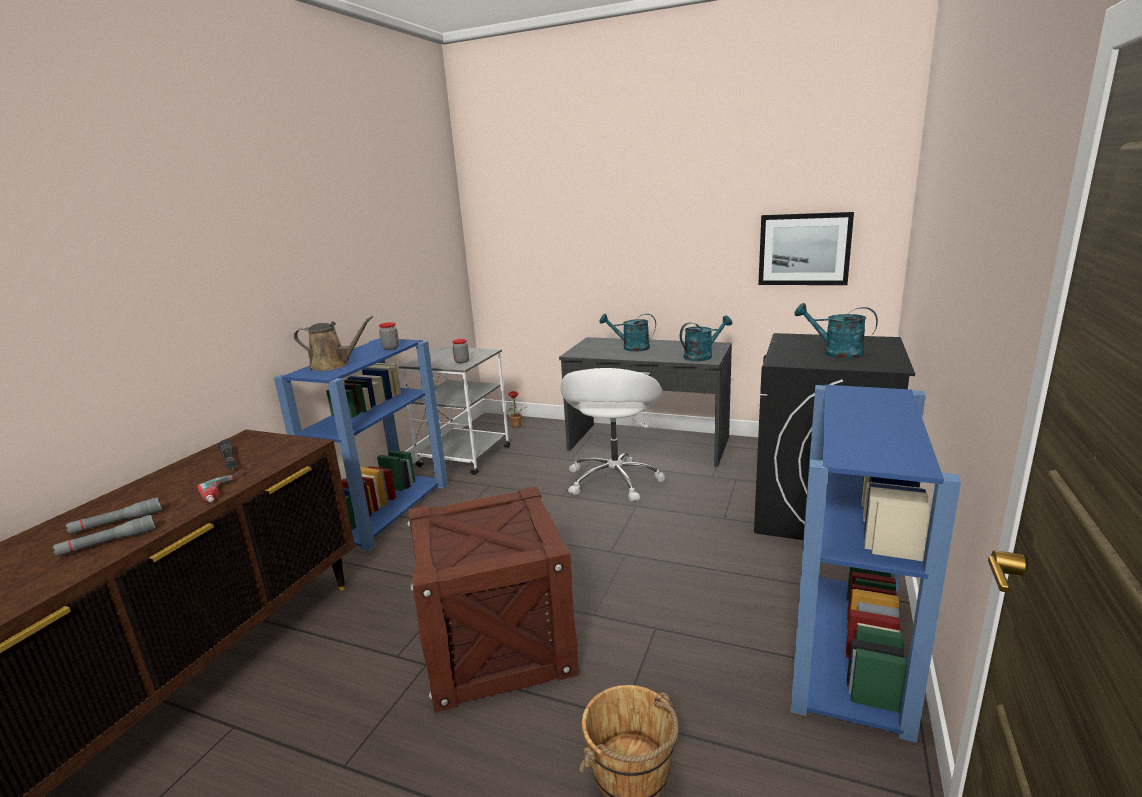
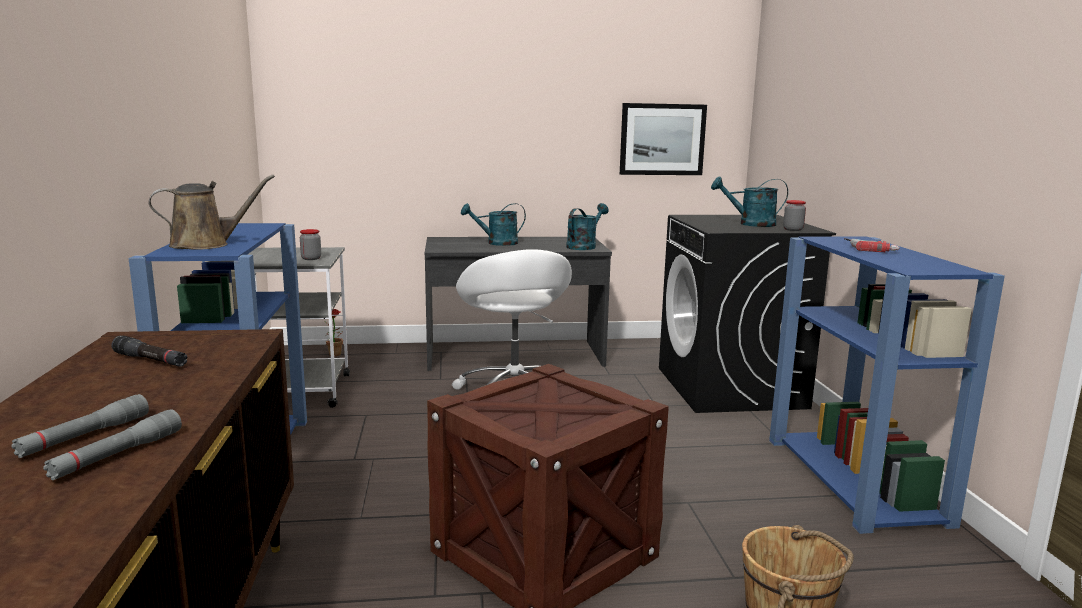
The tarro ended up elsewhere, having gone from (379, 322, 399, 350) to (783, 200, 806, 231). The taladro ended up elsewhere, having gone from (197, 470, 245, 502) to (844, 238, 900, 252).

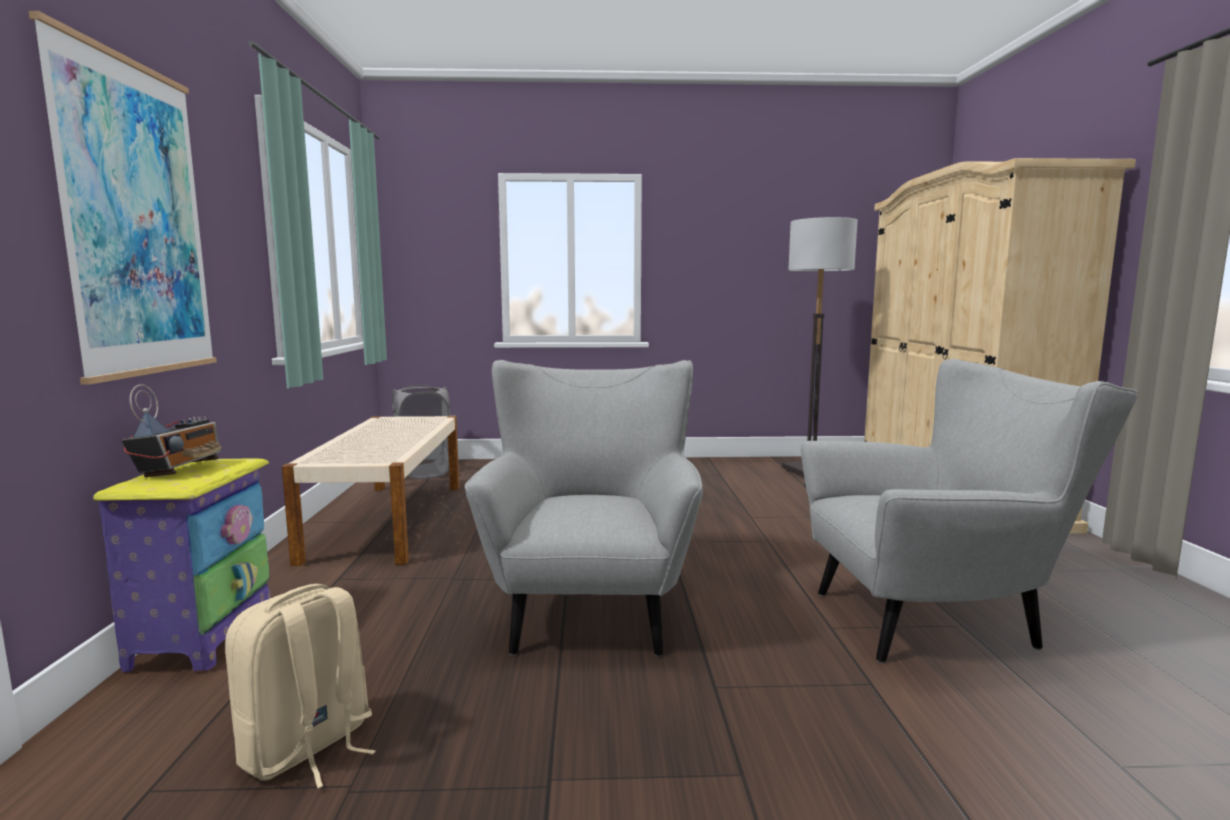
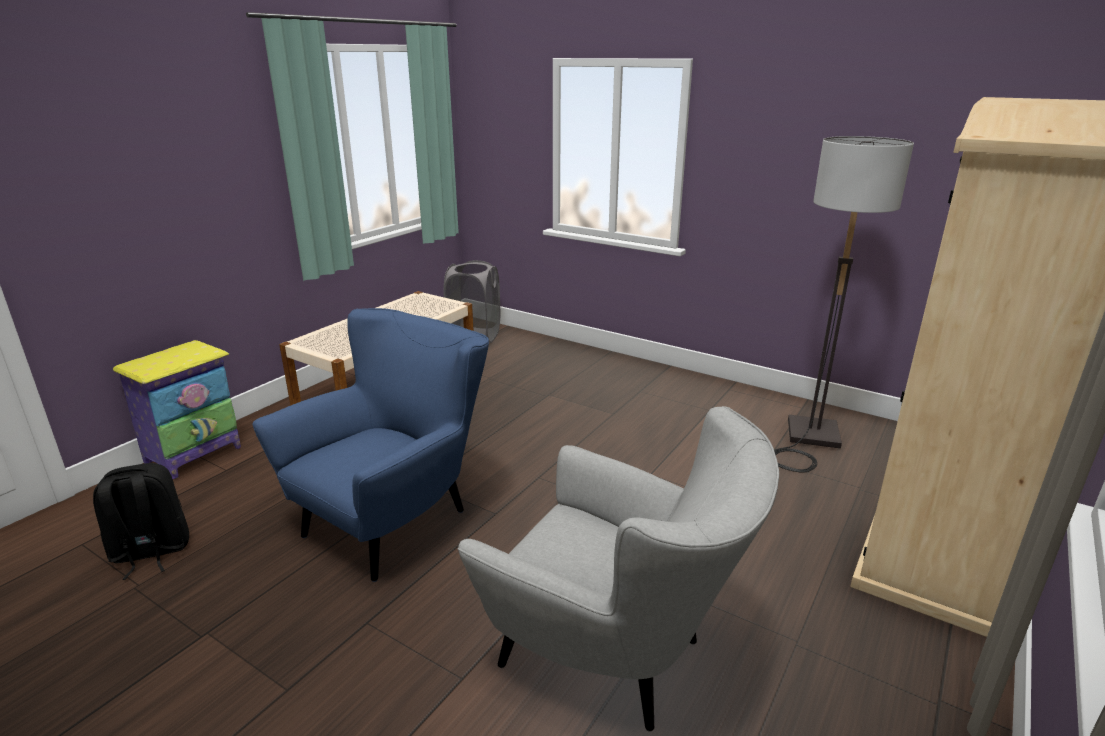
What was the mochila/beis at (225, 584, 376, 789) turned into the mochila/negro at (93, 463, 189, 580). What was the sillón/gris at (465, 360, 703, 657) turned into the sillón/azul at (253, 308, 489, 582). The second view lost the cuadro at (29, 11, 217, 385). The second view lost the radio at (121, 384, 222, 477).

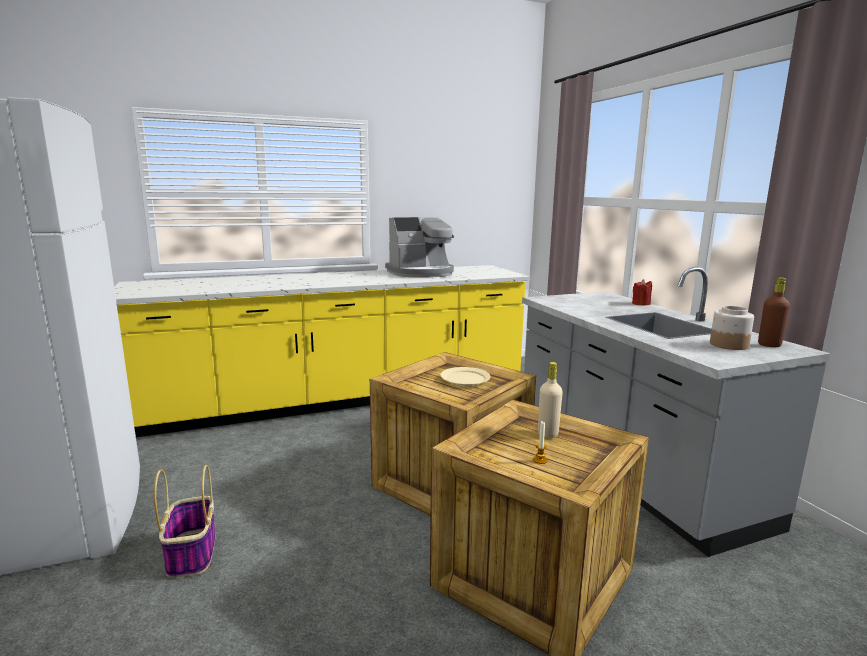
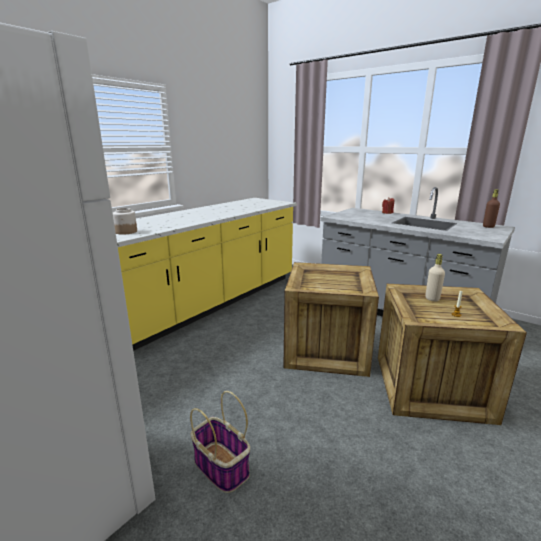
The tarro ended up elsewhere, having gone from (710, 306, 754, 350) to (113, 208, 137, 235). The second view lost the cafetera at (385, 217, 454, 278). The second view lost the plato/beis at (440, 367, 491, 386).

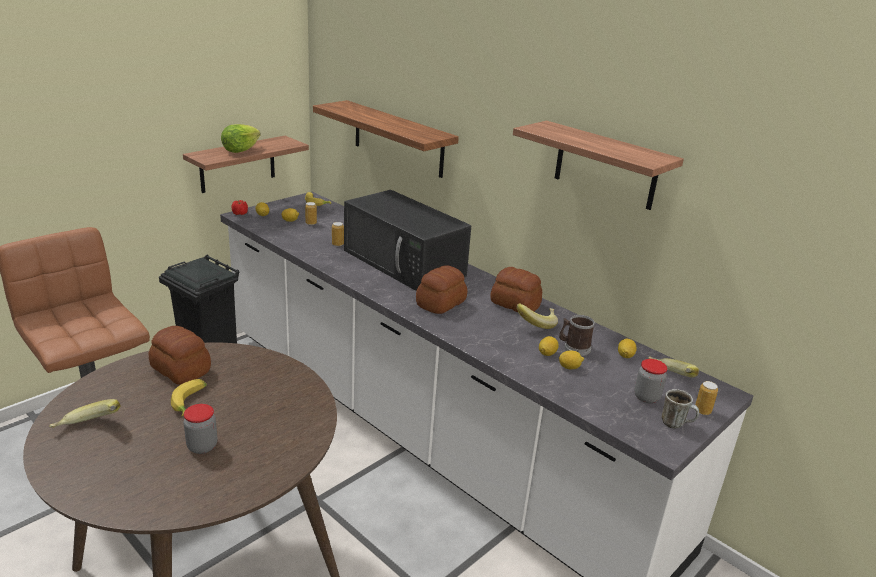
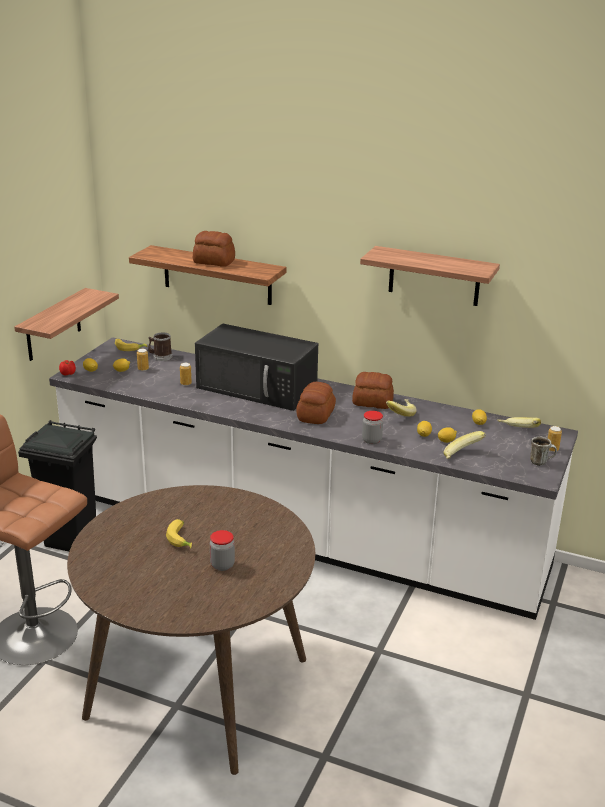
The taza grande ended up elsewhere, having gone from (559, 315, 595, 356) to (148, 332, 173, 361). The pan ended up elsewhere, having gone from (149, 326, 211, 385) to (193, 231, 235, 267). The tarro ended up elsewhere, having gone from (634, 359, 668, 403) to (362, 411, 383, 444). The plátano ended up elsewhere, having gone from (50, 399, 120, 428) to (444, 431, 486, 459). The second view lost the lechuga at (221, 124, 261, 153).

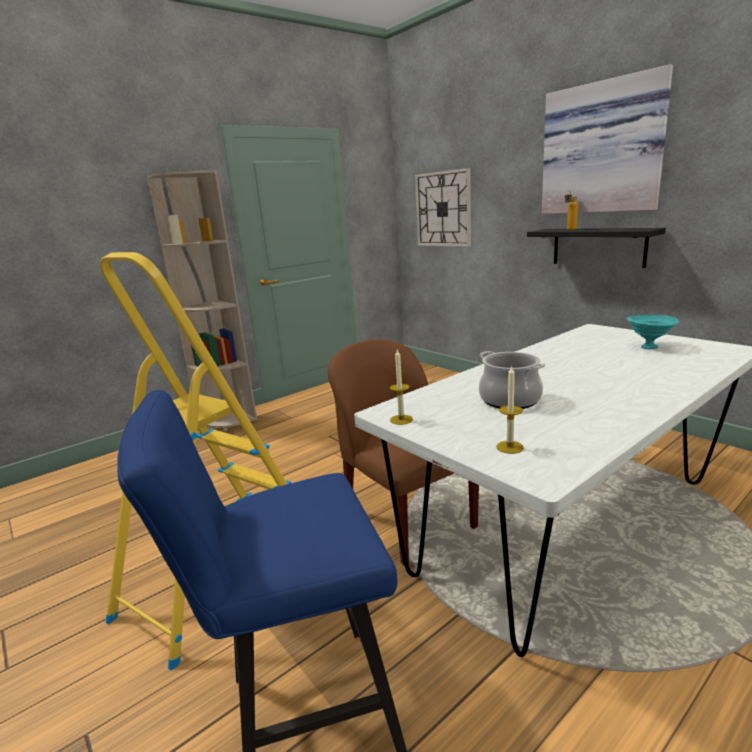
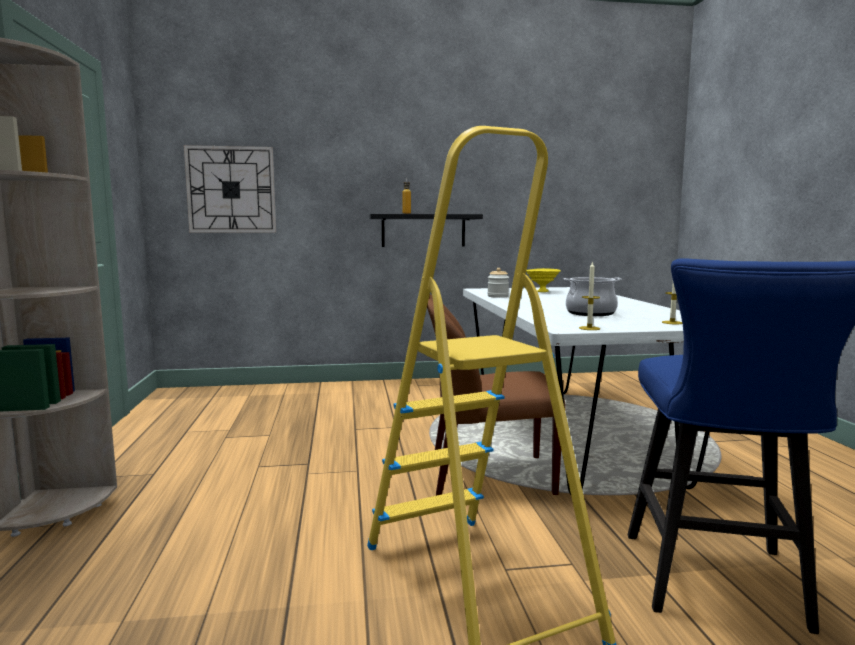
The second view gained the tarro at (488, 268, 509, 298). What was the cuenco/turquesa at (626, 315, 679, 349) turned into the cuenco/amarillo at (526, 268, 561, 292). The second view lost the cuadro at (542, 64, 673, 214).

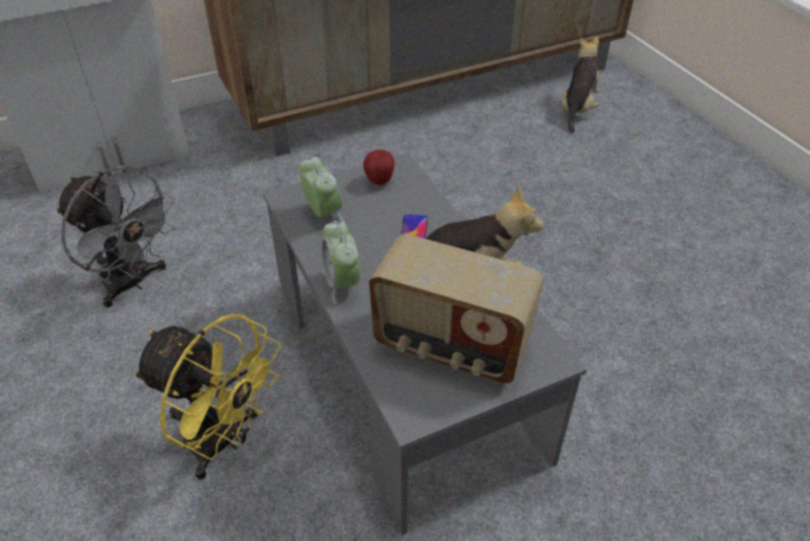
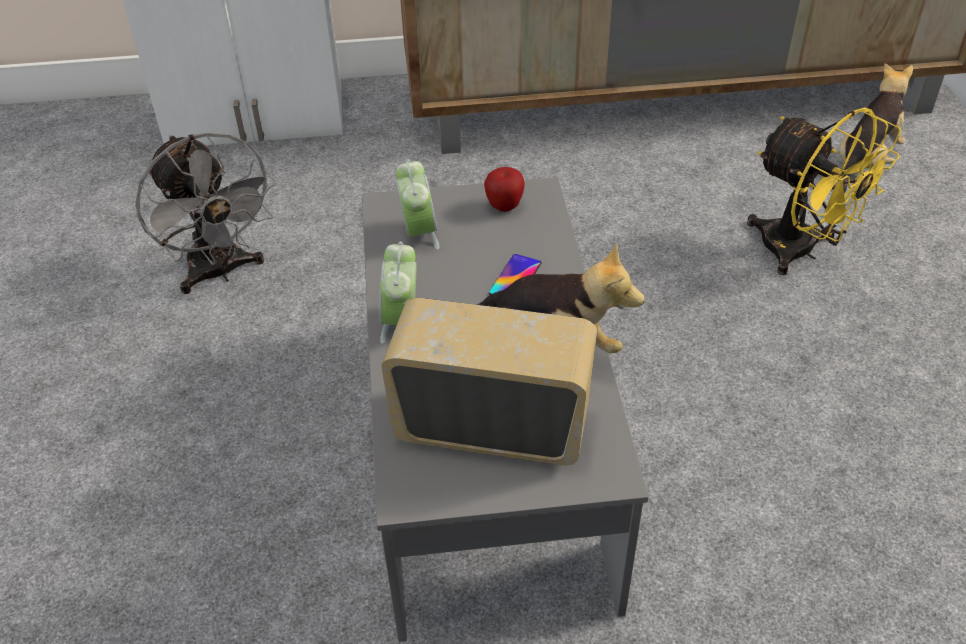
The radio at (369, 234, 544, 383) ended up facing another way, 150 degrees clockwise from before. The ventilador/amarillo ended up elsewhere, having gone from (134, 314, 281, 480) to (747, 107, 902, 275).

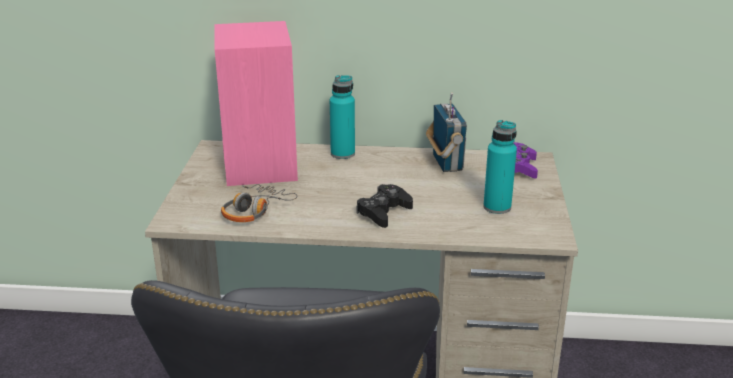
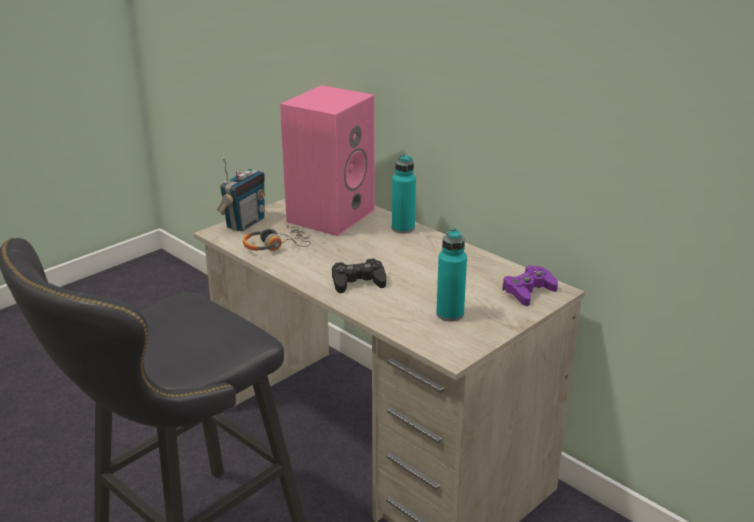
The radio ended up elsewhere, having gone from (426, 92, 467, 172) to (217, 157, 265, 232).

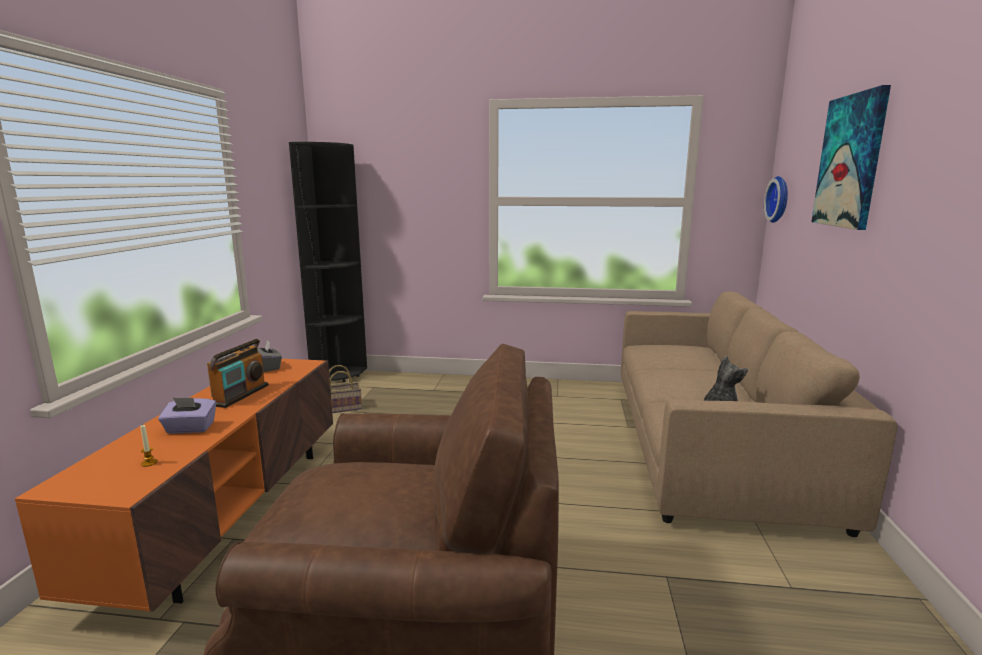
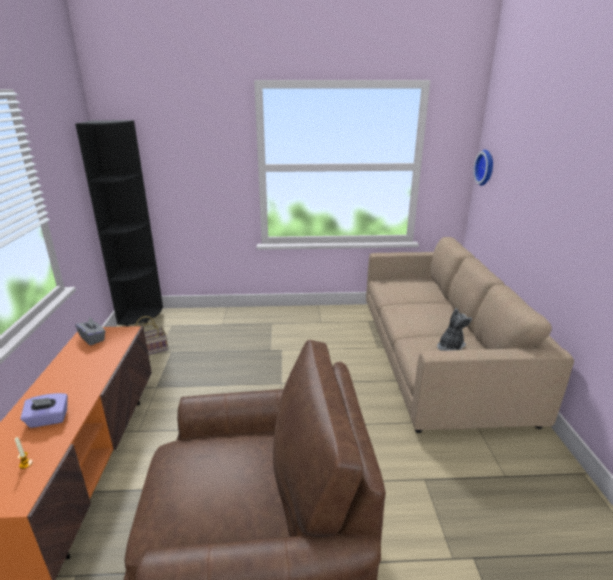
The second view lost the radio at (207, 339, 268, 408). The second view lost the cuadro at (811, 85, 891, 230).

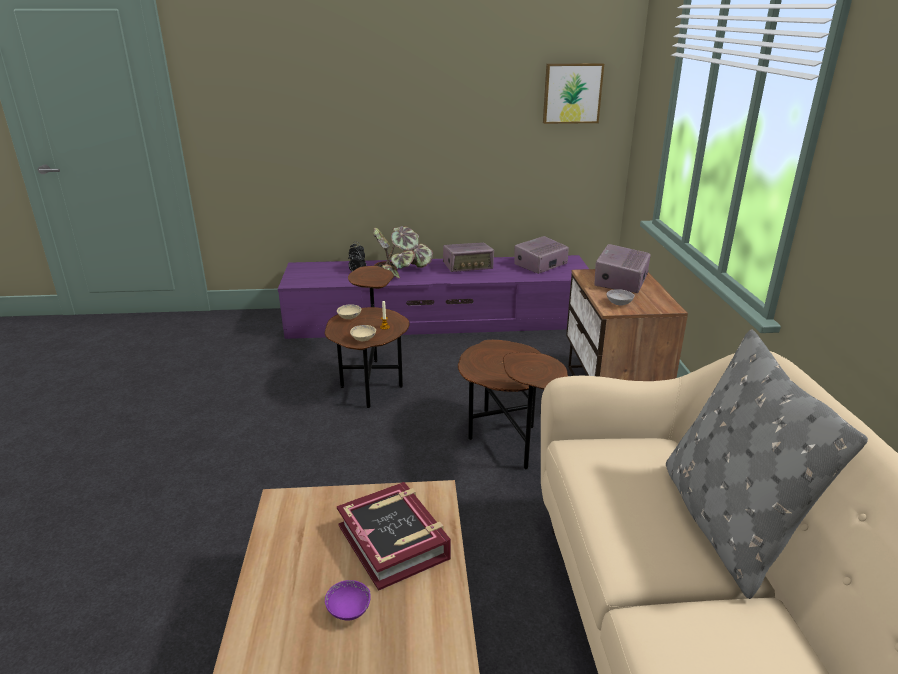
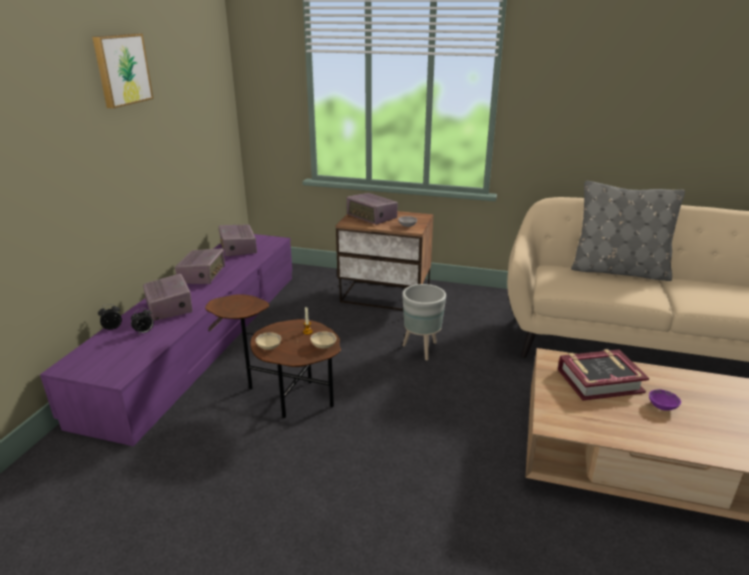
The cuadro ended up elsewhere, having gone from (543, 63, 604, 124) to (92, 33, 153, 109). Where the planta en maceta stood at (373, 226, 433, 278), the radio came to stand at (143, 274, 192, 321). Where the mesa auxiliar/marrón stood at (458, 340, 568, 469), the maceta/gris came to stand at (402, 284, 446, 361).

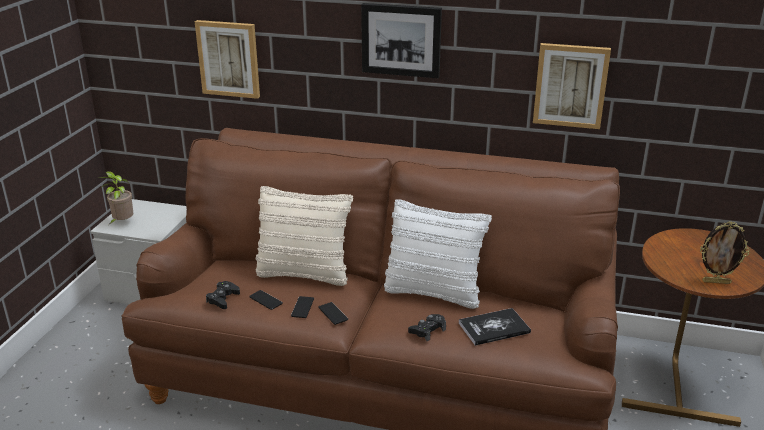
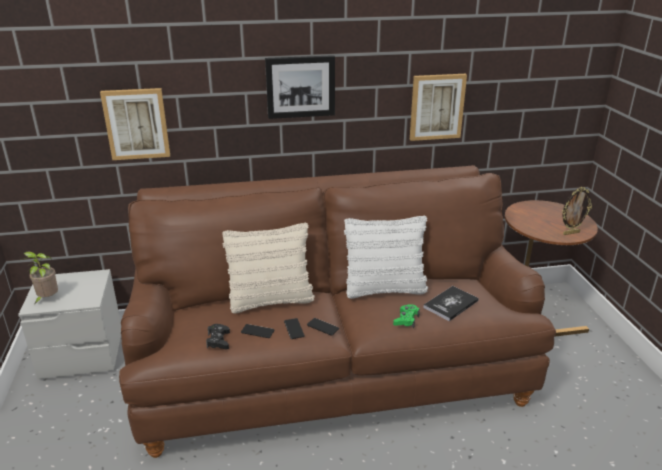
What was the mando de consola/negro at (408, 314, 446, 341) turned into the mando de consola/verde at (393, 304, 420, 328).

